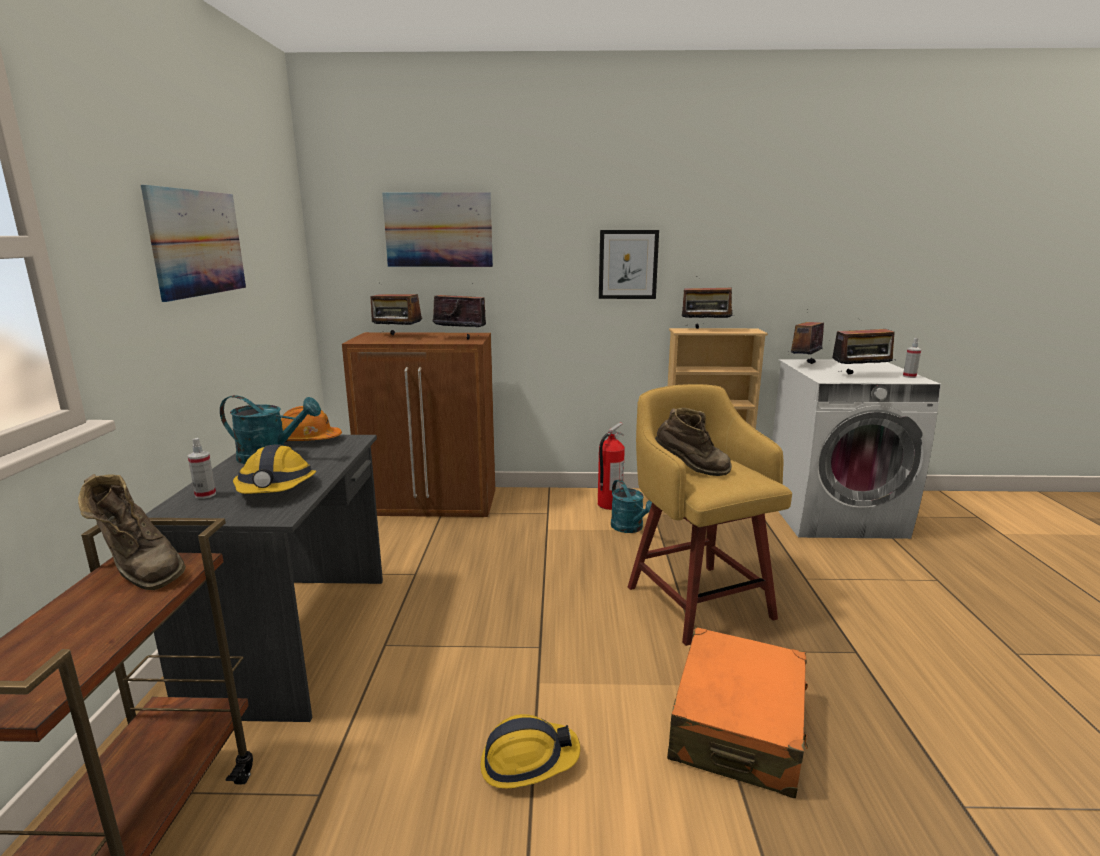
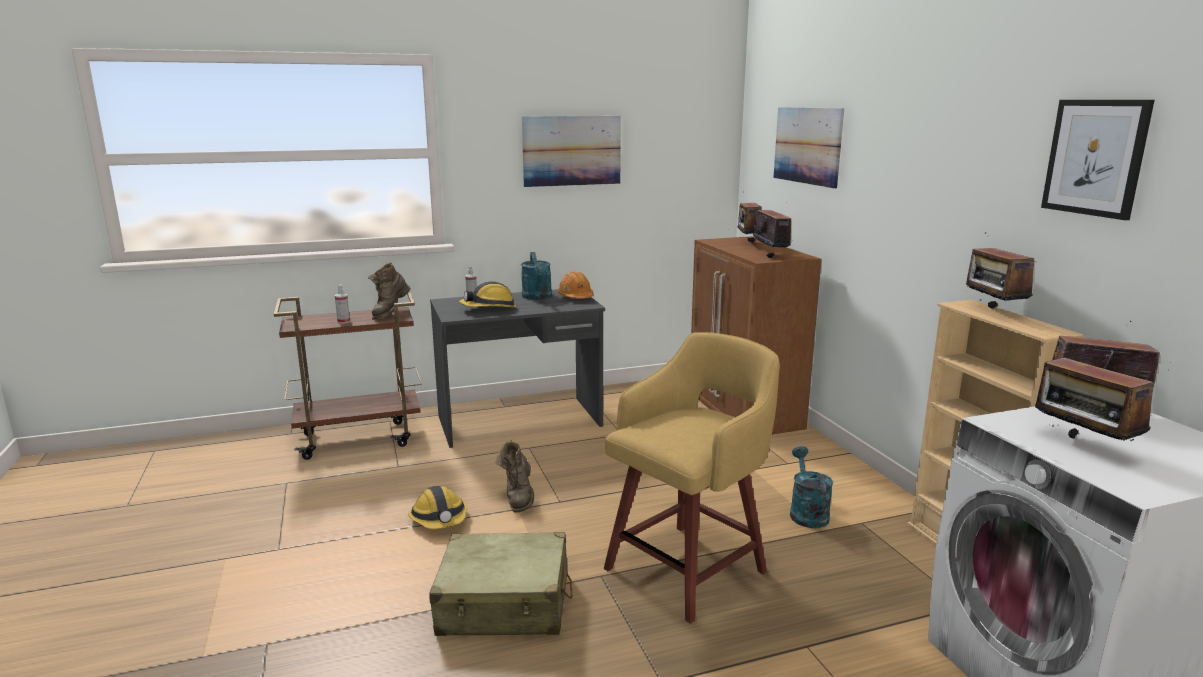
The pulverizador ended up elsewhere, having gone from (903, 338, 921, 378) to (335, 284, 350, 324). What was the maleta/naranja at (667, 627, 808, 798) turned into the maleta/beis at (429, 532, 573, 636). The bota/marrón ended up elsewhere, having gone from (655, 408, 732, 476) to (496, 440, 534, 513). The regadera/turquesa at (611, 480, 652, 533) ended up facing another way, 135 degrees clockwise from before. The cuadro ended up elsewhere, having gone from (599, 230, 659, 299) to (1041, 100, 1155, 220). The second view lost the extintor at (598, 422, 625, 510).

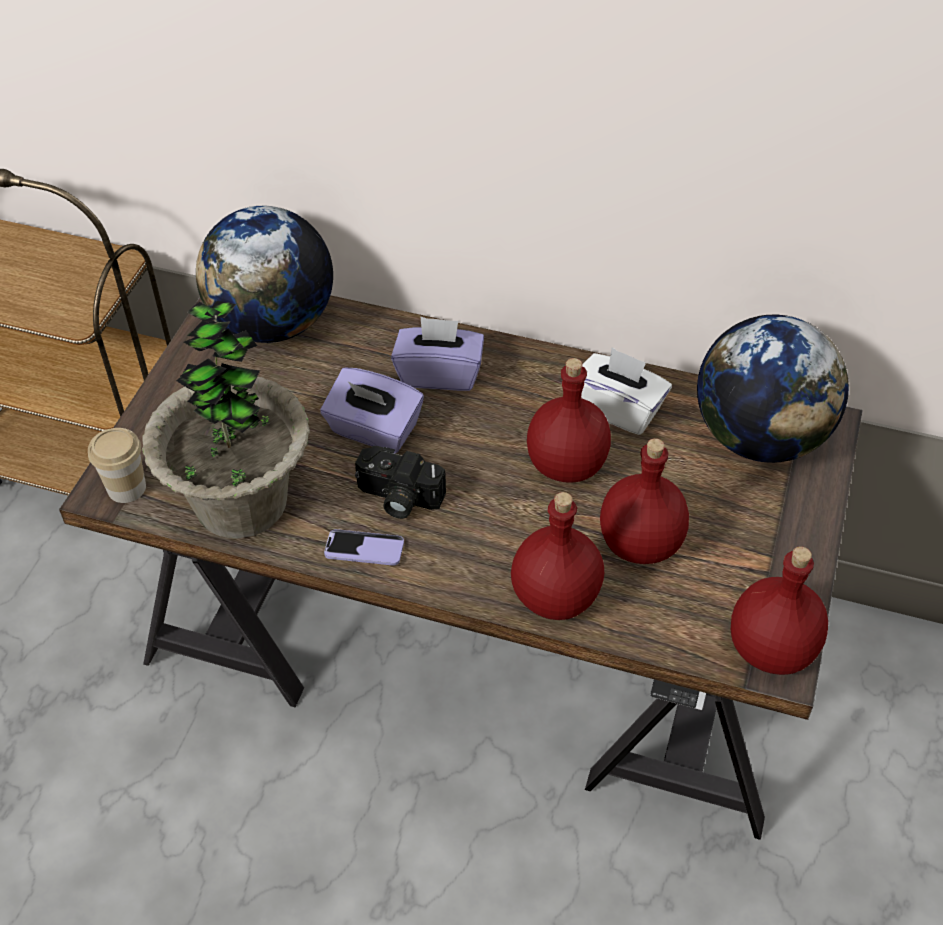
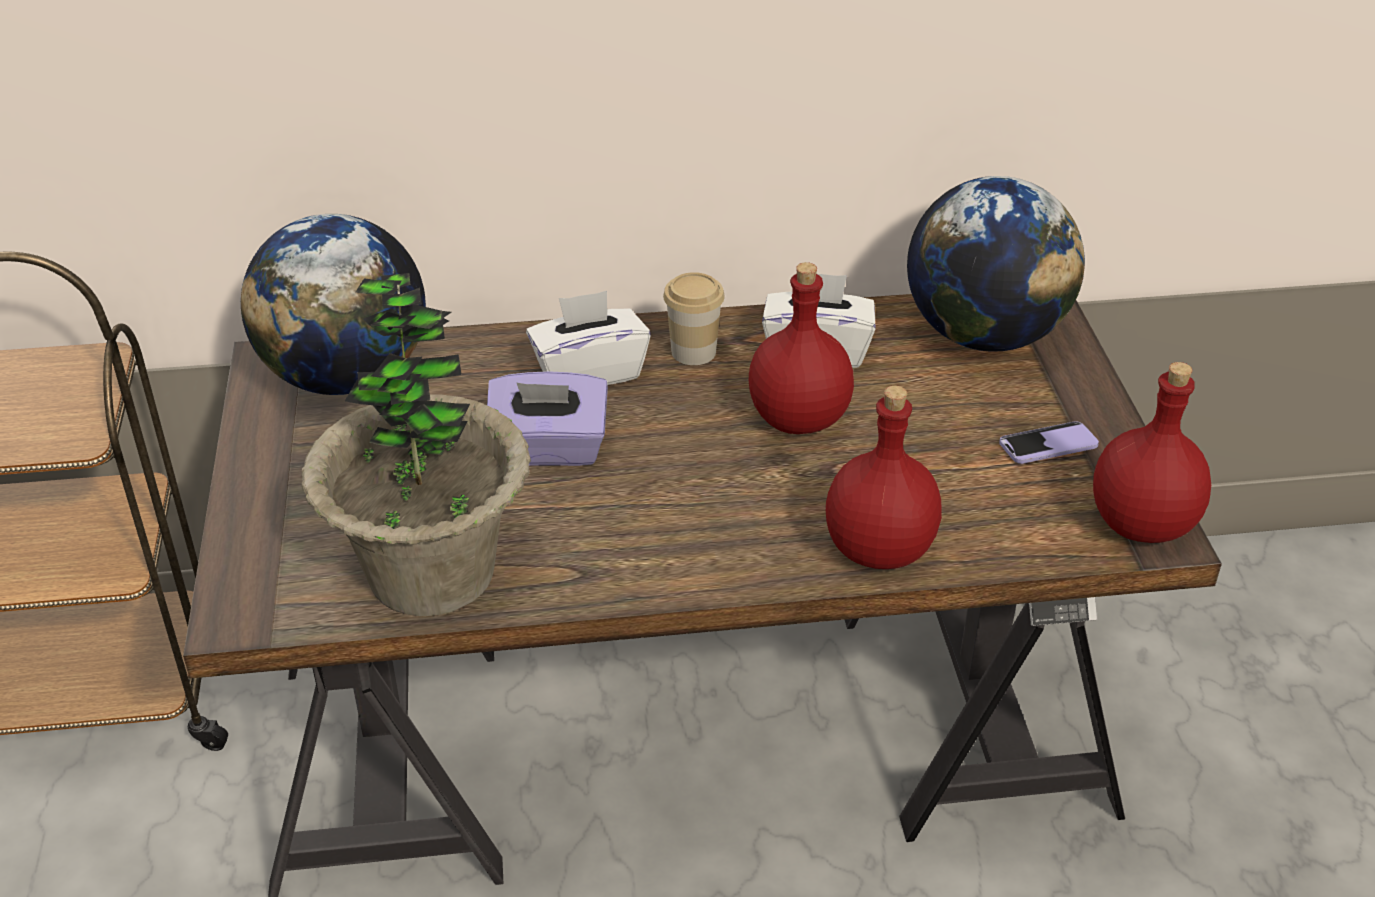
What was the caja de pañuelos/morado at (391, 317, 484, 391) turned into the caja de pañuelos/blanco at (526, 291, 651, 385). The taza ended up elsewhere, having gone from (88, 428, 146, 503) to (663, 272, 725, 365). The móvil ended up elsewhere, having gone from (324, 529, 404, 566) to (999, 421, 1099, 464). The second view lost the cámara at (355, 446, 446, 519). The second view lost the botella/rojo at (600, 438, 689, 564).

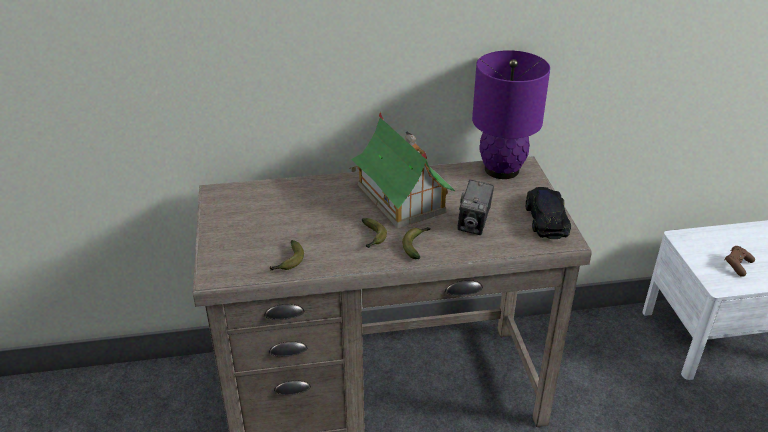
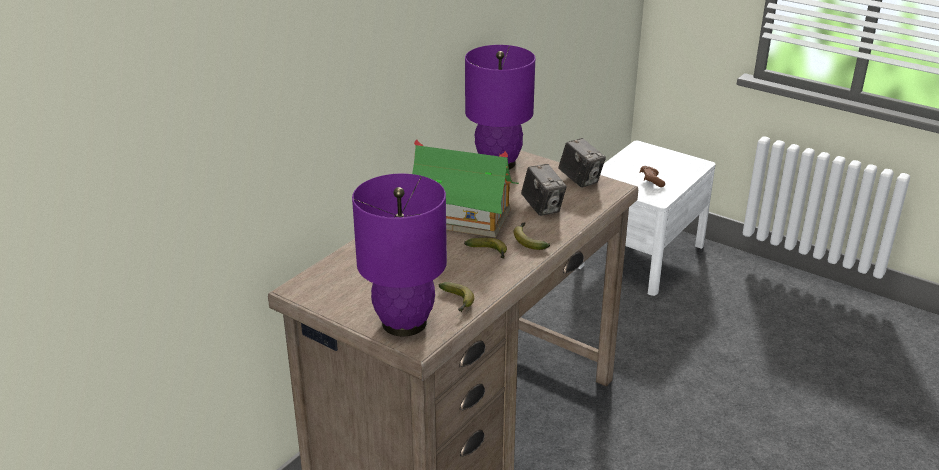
The second view gained the lámpara de mesa/morado at (352, 174, 447, 336). Where the coche de juguete/negro stood at (525, 187, 571, 239), the cámara came to stand at (558, 138, 606, 188).

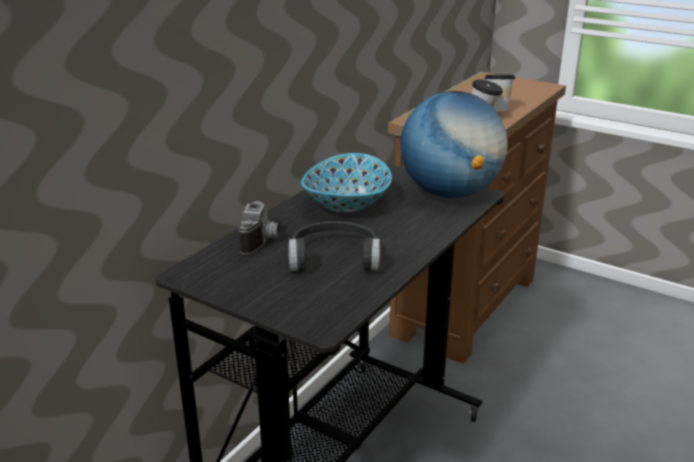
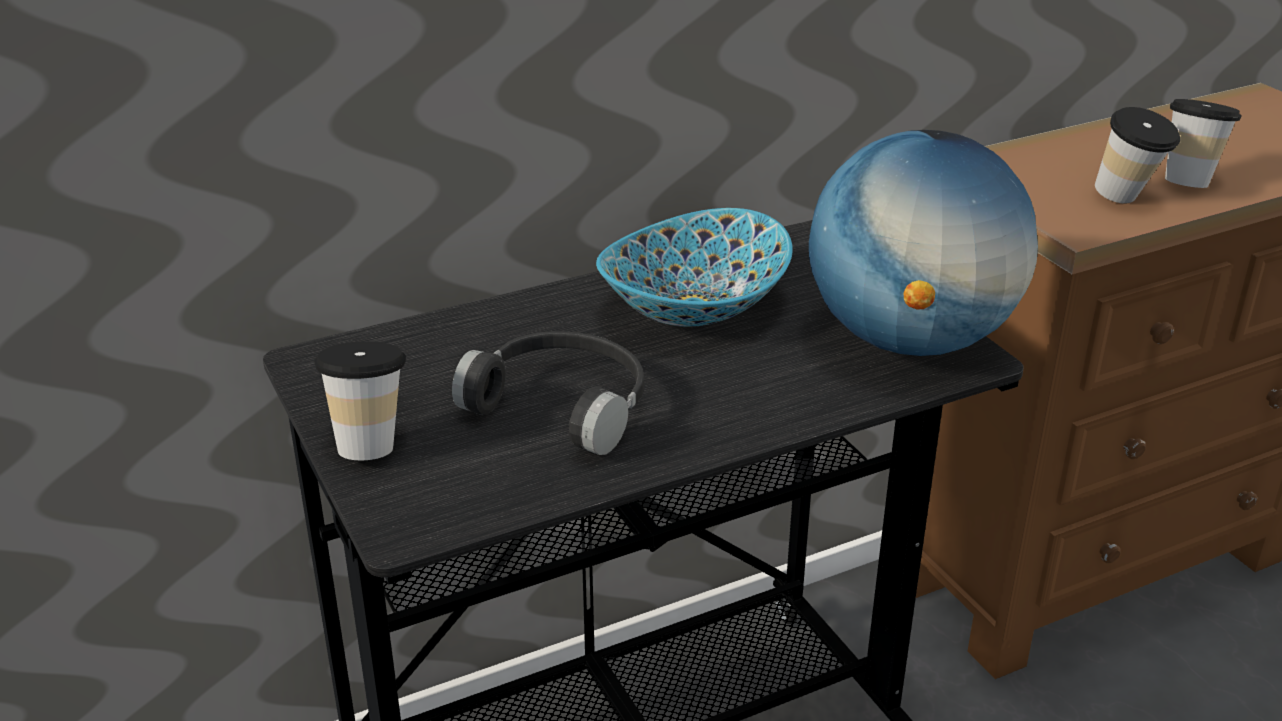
The second view gained the taza at (314, 341, 406, 460). The second view lost the cámara at (239, 201, 279, 255).

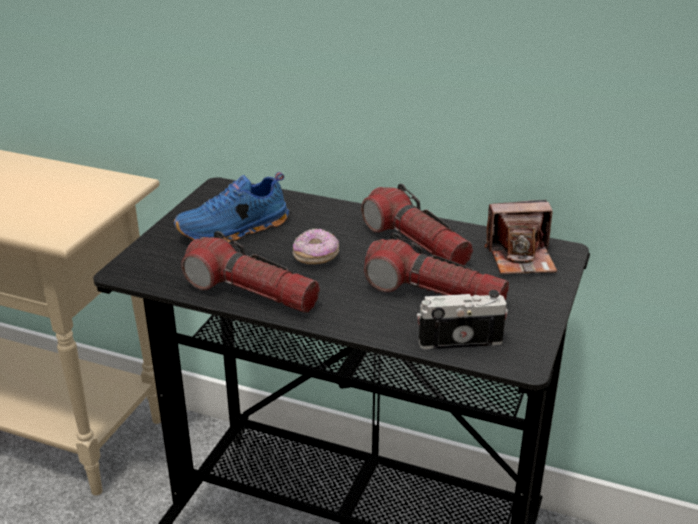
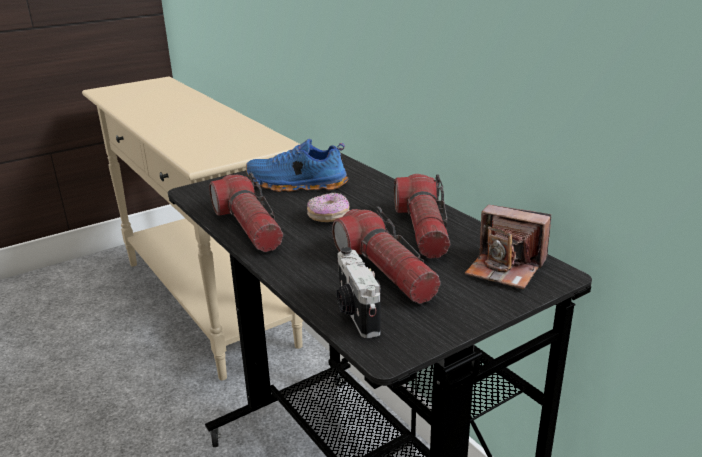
The cámara at (417, 290, 508, 349) ended up facing another way, 135 degrees counterclockwise from before.

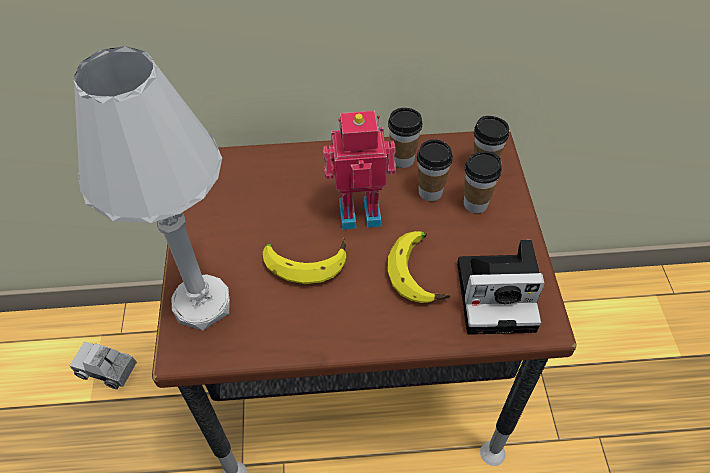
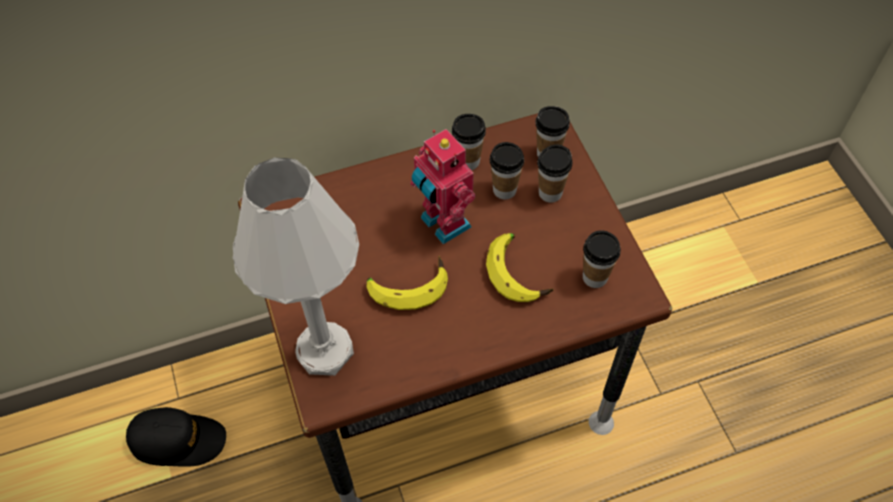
Where the camión de juguete stood at (69, 341, 137, 389), the gorra/negro came to stand at (126, 407, 226, 467). The robot de juguete at (323, 111, 396, 230) ended up facing another way, 105 degrees counterclockwise from before. Where the cámara stood at (457, 240, 545, 335), the taza came to stand at (583, 230, 621, 288).

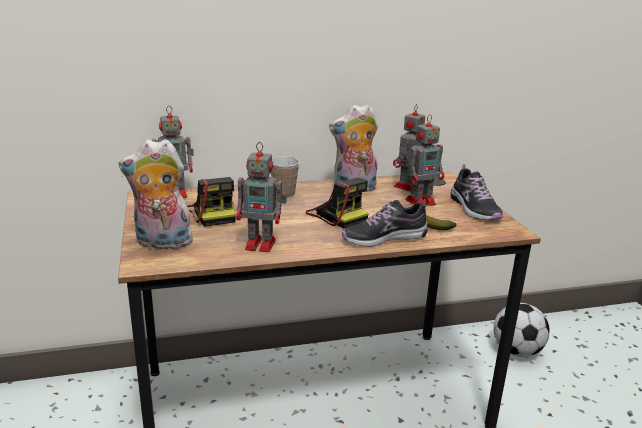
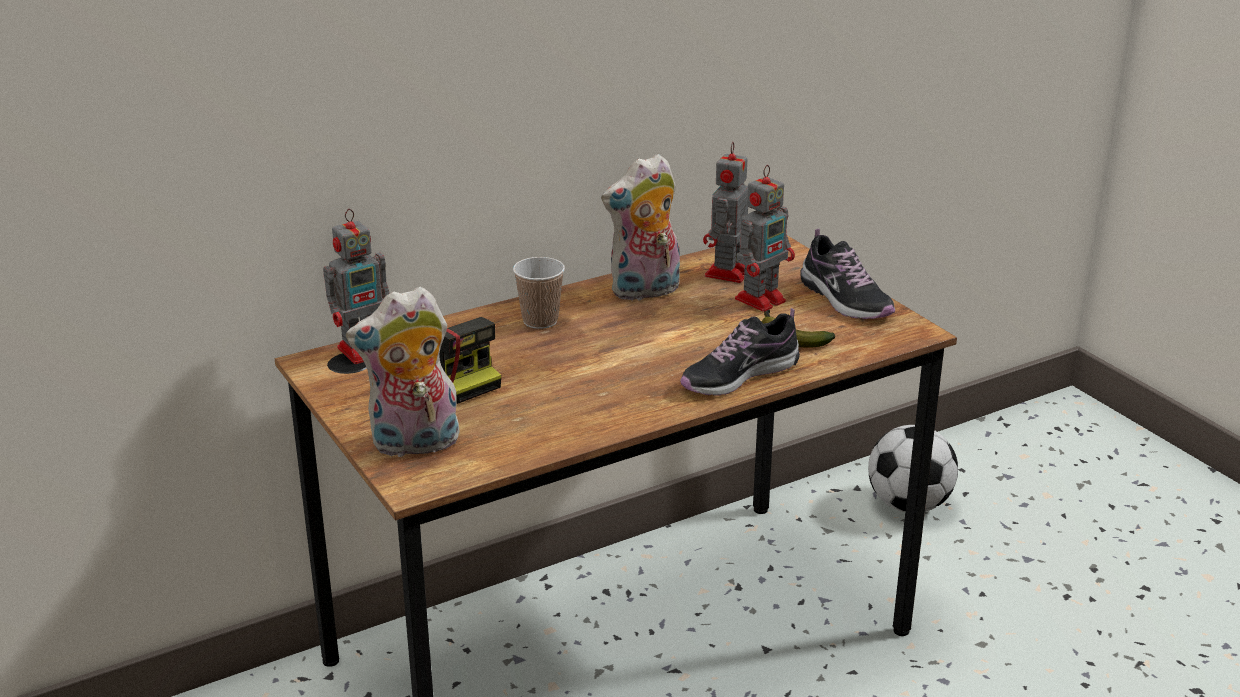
The second view lost the robot de juguete at (236, 142, 287, 252). The second view lost the cámara at (306, 178, 369, 229).

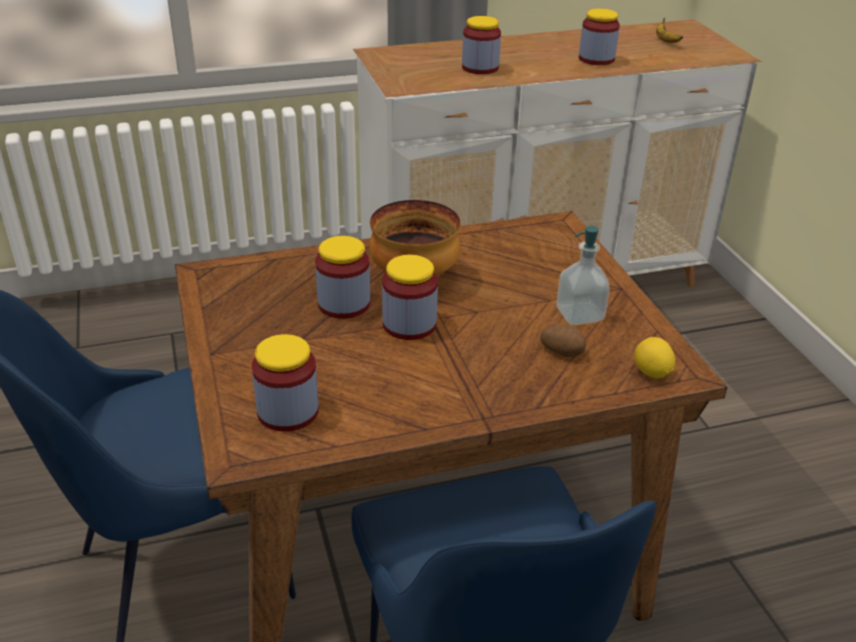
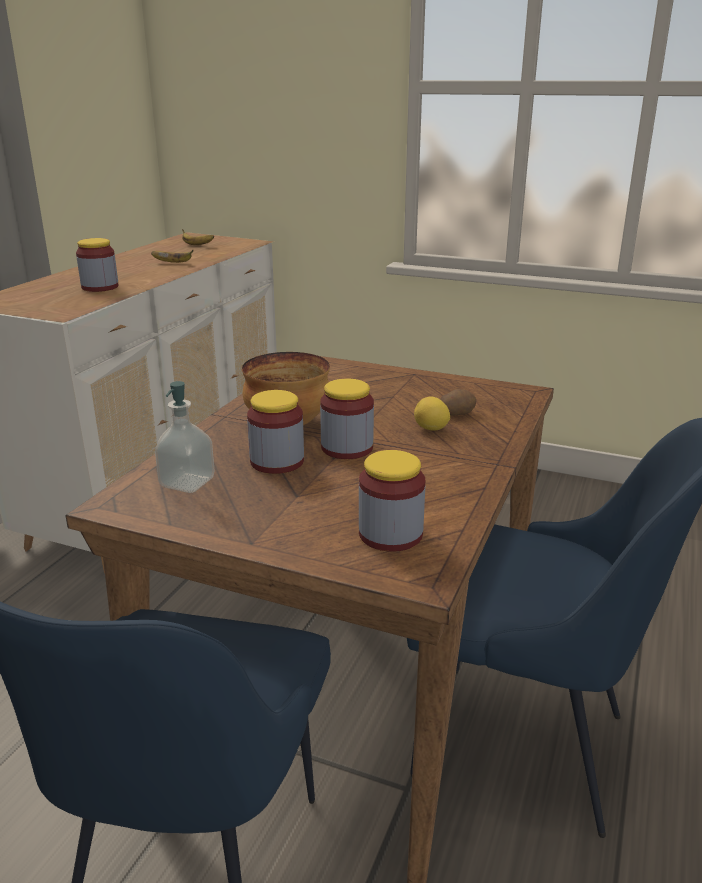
Where the tarro stood at (579, 9, 620, 65), the plátano came to stand at (151, 250, 193, 263). The dispensador de jabón ended up elsewhere, having gone from (556, 226, 610, 325) to (155, 381, 215, 493). The limón ended up elsewhere, having gone from (634, 337, 675, 378) to (414, 397, 450, 431).

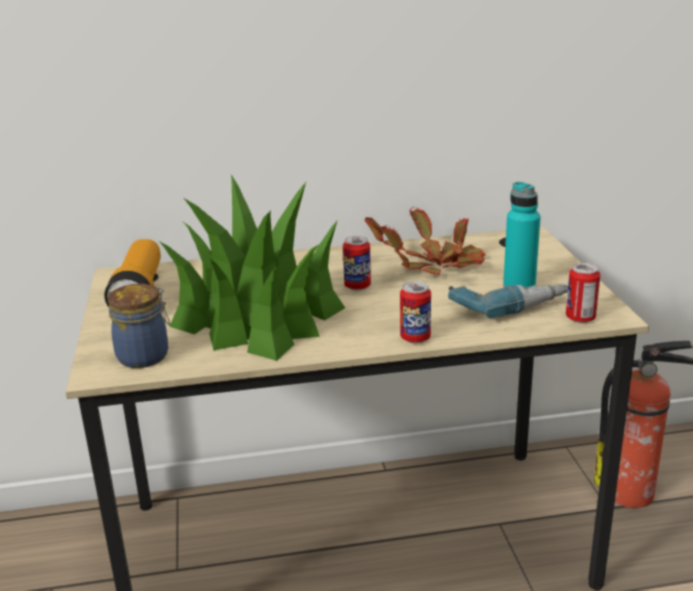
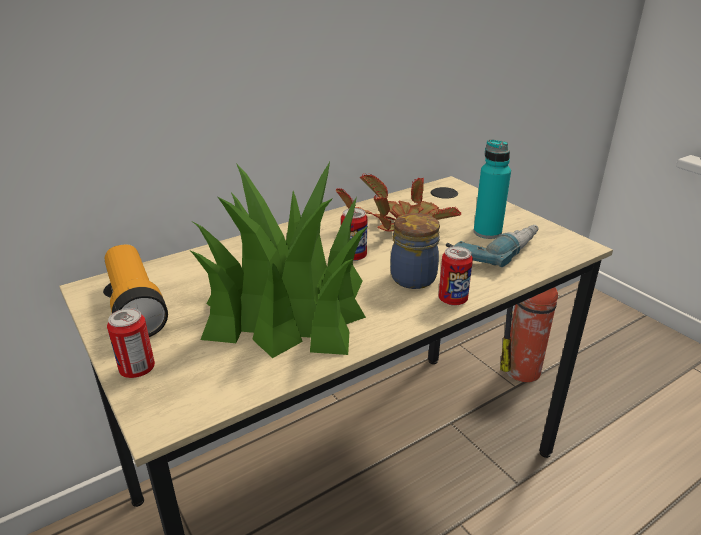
The lata ended up elsewhere, having gone from (566, 263, 601, 323) to (107, 308, 155, 378). The tarro ended up elsewhere, having gone from (108, 284, 170, 368) to (390, 213, 440, 289).

